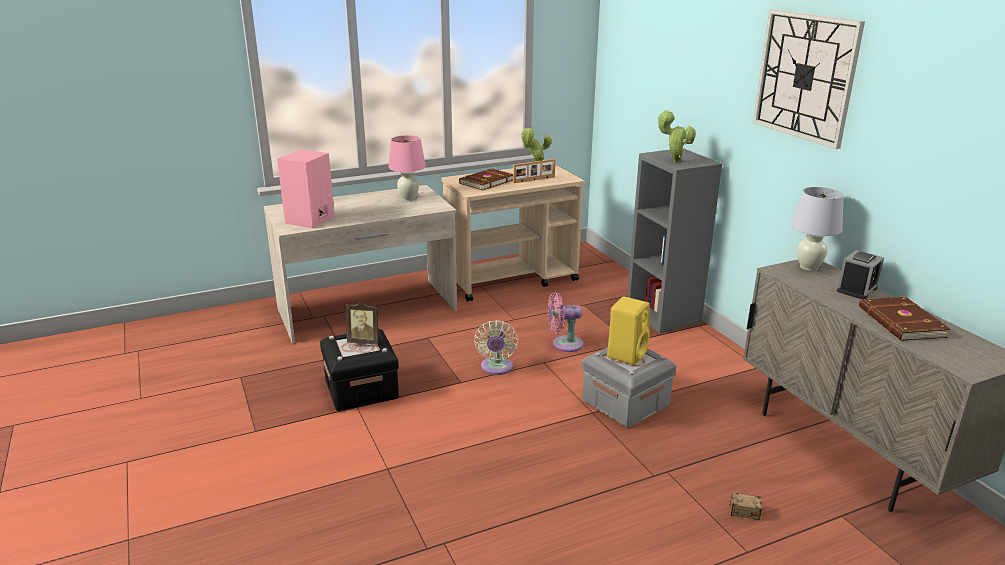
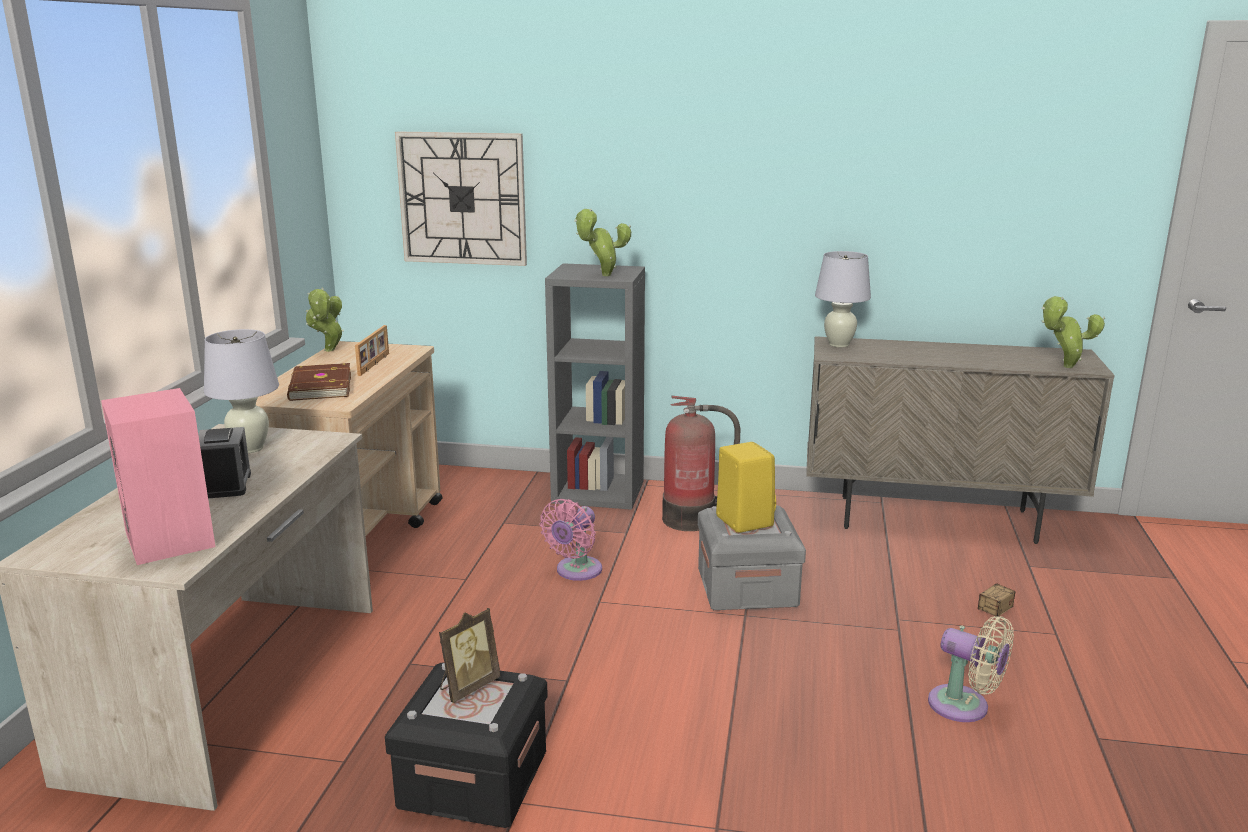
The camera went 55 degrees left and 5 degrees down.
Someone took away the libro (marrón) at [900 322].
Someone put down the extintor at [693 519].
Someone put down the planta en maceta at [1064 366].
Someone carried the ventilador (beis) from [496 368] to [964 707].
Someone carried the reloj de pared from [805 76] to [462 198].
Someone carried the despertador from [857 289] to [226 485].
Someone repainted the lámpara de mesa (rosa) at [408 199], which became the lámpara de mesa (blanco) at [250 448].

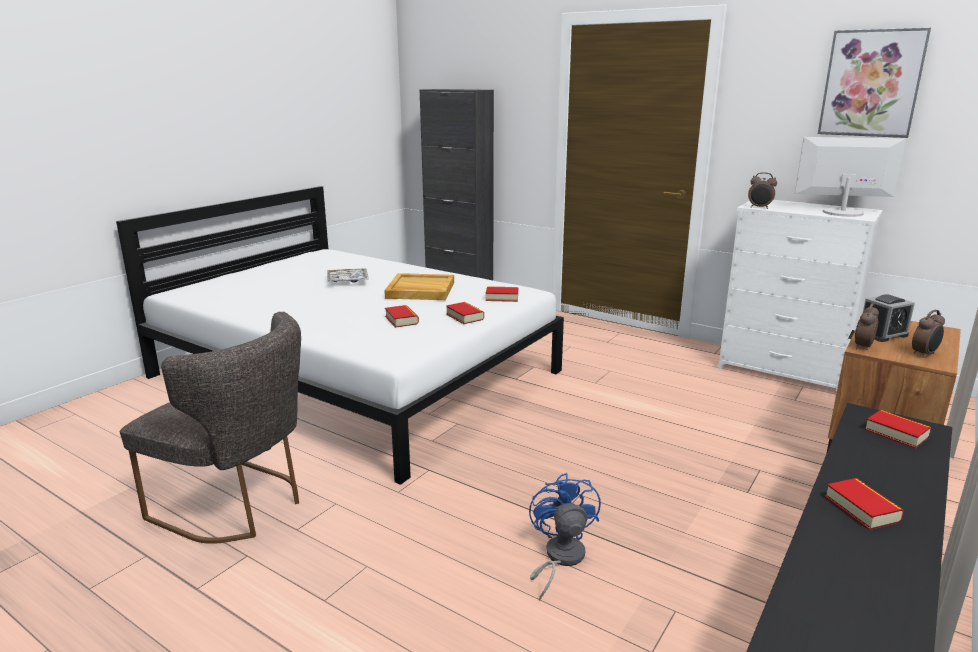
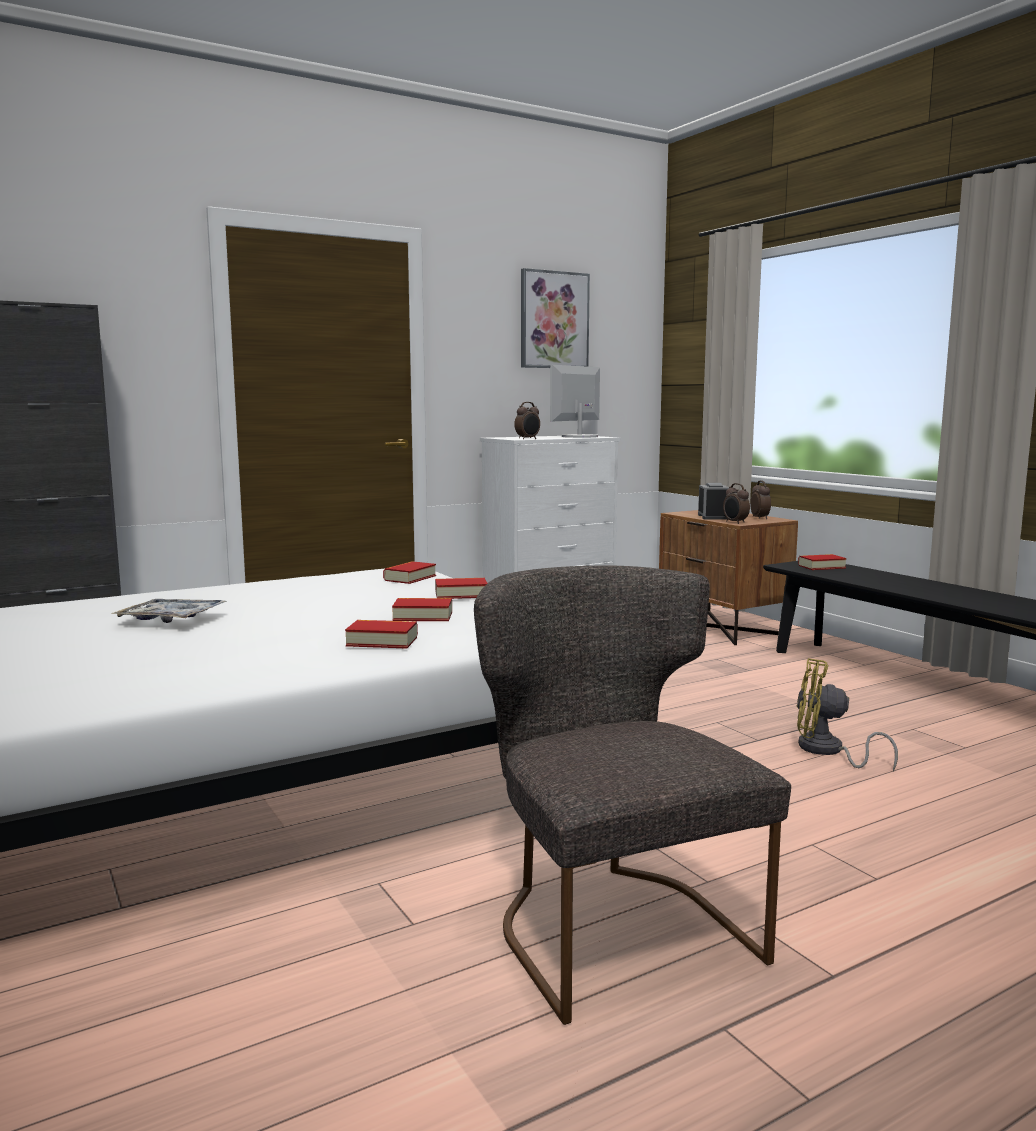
The camera went 65 degrees left and 10 degrees down.
Someone took away the bandeja (beis) at [420 290].
Someone carried the libro from [862 509] to [382 641].
Someone repainted the ventilador (azul) at [559 558], which became the ventilador (amarillo) at [827 751].
Someone rotated the silla (gris) at [239 505] by 75 degrees counterclockwise.

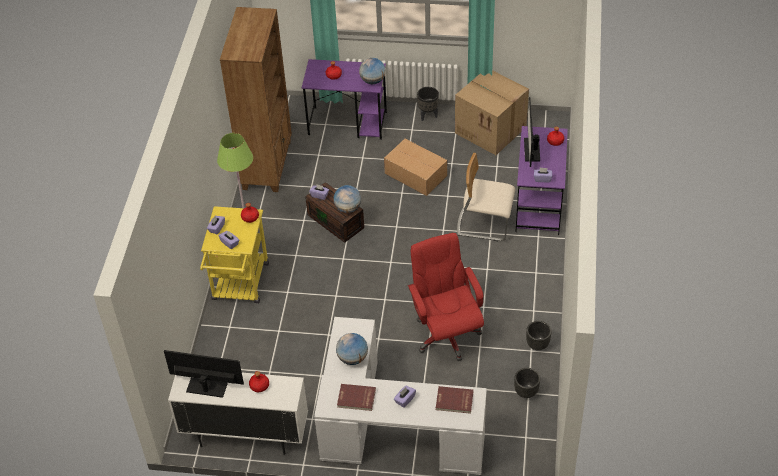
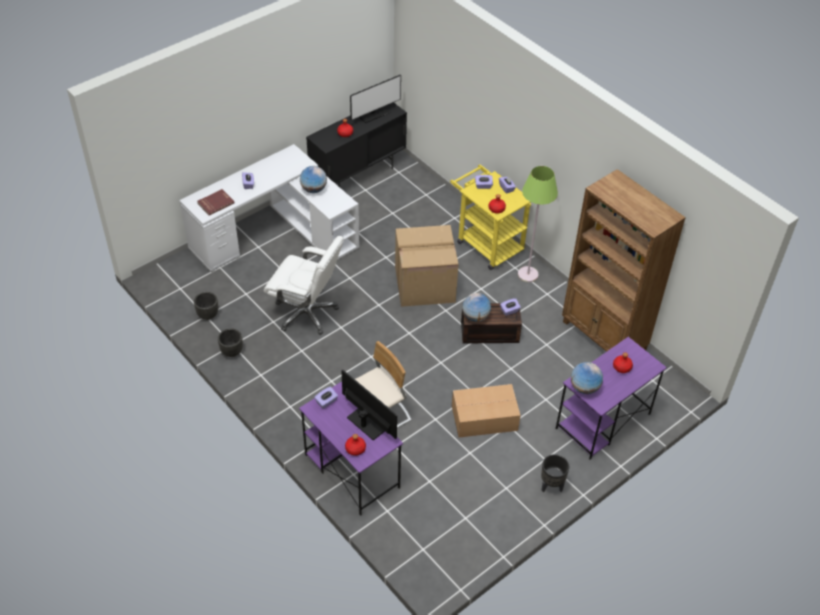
The camera went 130 degrees right and 0 degrees up.
Someone took away the libro (rojo) at [356 399].
Someone carried the caja de cartón from [491 130] to [424 285].
Someone repainted the armario (blanco) at [245 436], which became the armario (negro) at [358 175].
Someone repainted the silla de oficina (rojo) at [446 334], which became the silla de oficina (blanco) at [306 313].

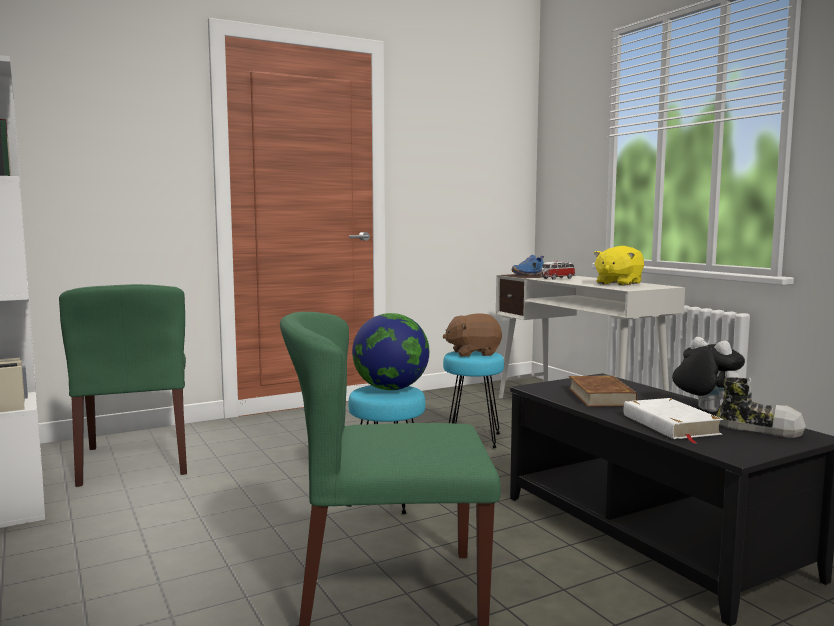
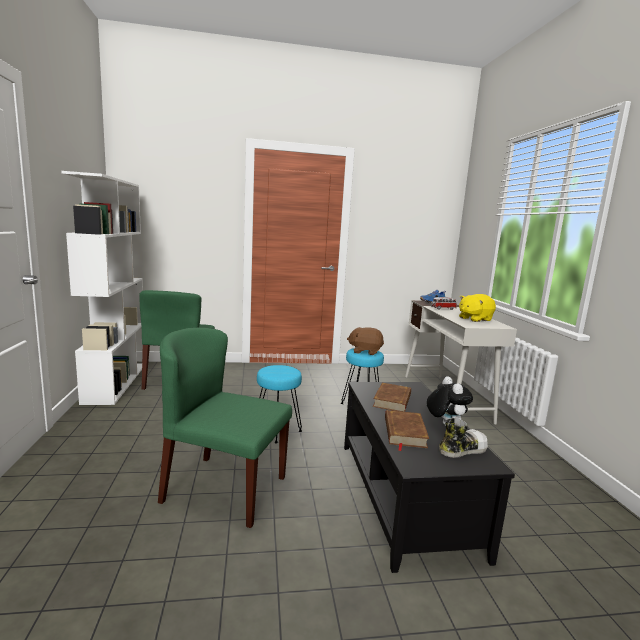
The camera went 20 degrees right and 5 degrees up.
Someone took away the globo terráqueo at [391 389].
Someone repainted the libro (blanco) at [670 425], which became the libro (marrón) at [404 432].
Someone rotated the zapato at [759 428] by 75 degrees counterclockwise.

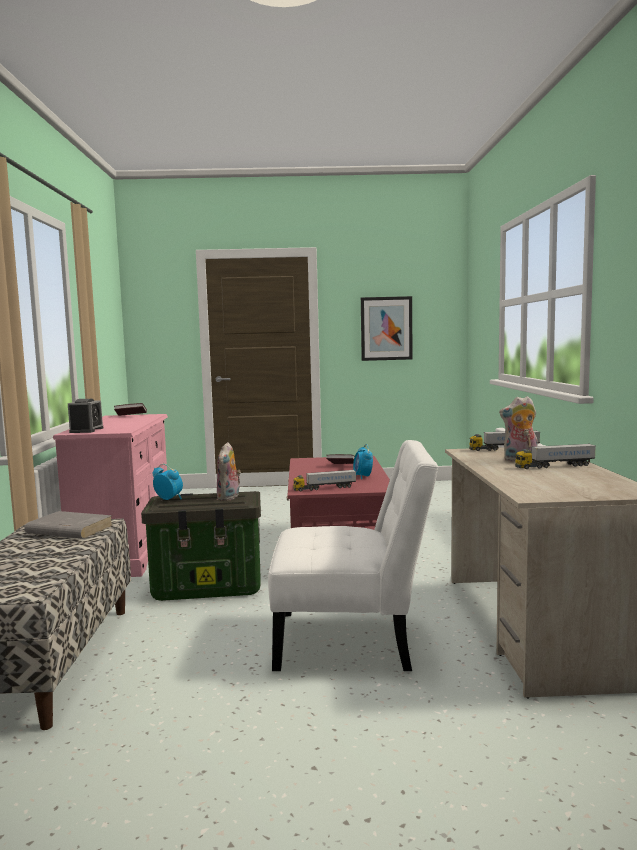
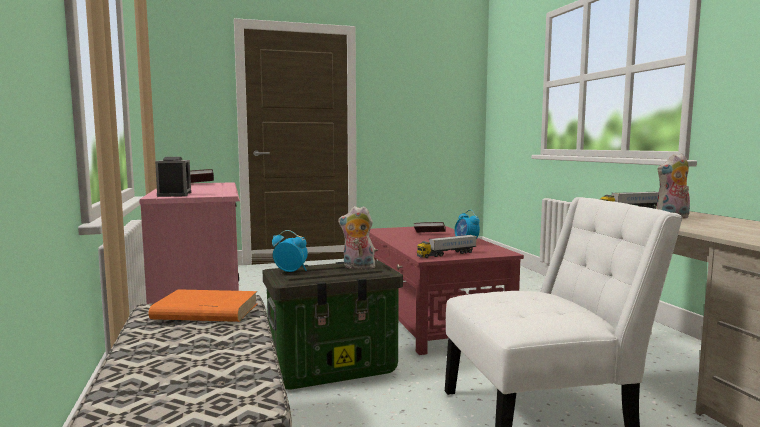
The camera went 15 degrees left and 0 degrees up.
Someone took away the cuadro at [386 328].
Someone took away the camión de juguete at [554 466].
Someone repainted the libro (gris) at [69 530], which became the libro (naranja) at [205 312].
Someone rotated the peluche at [229 498] by 105 degrees clockwise.

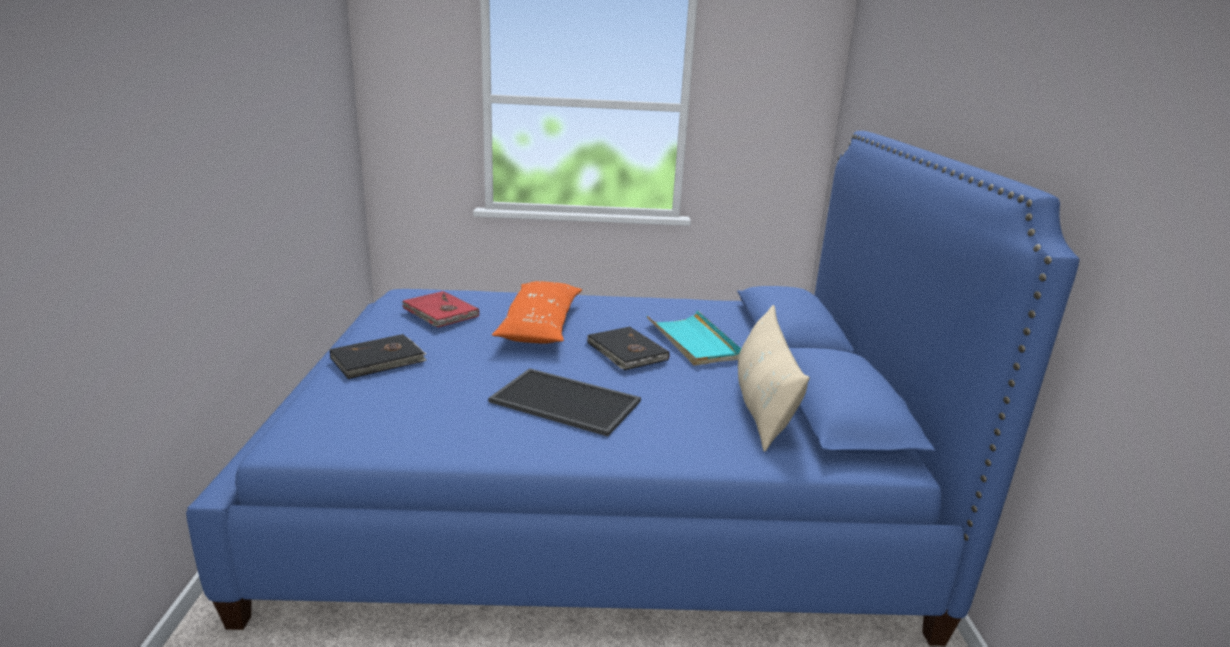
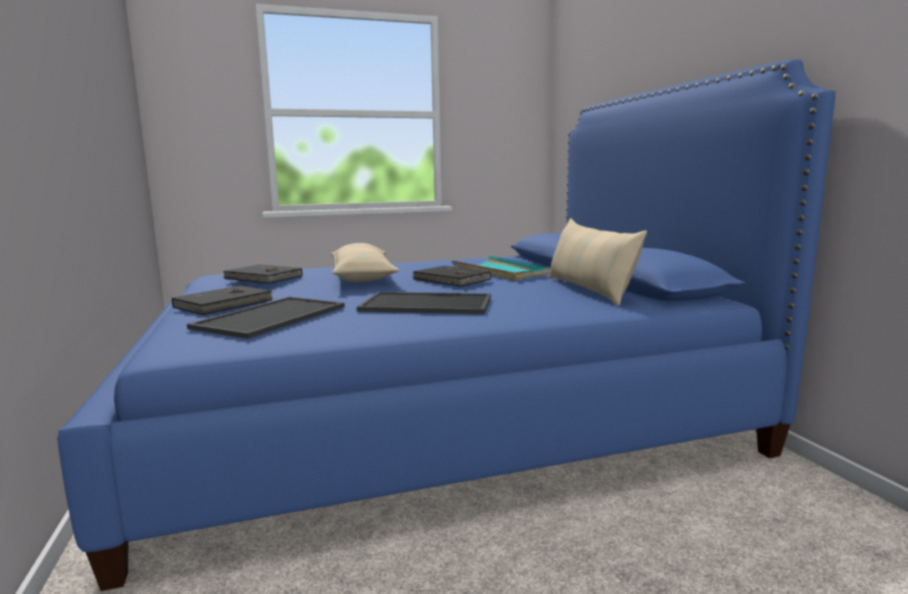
The camera went 15 degrees left and 10 degrees down.
Someone put down the bandeja at [272 317].
Someone repainted the libro (rojo) at [440 313], which became the libro (negro) at [263 277].
Someone repainted the cojín (naranja) at [540 326], which became the cojín (beis) at [362 276].

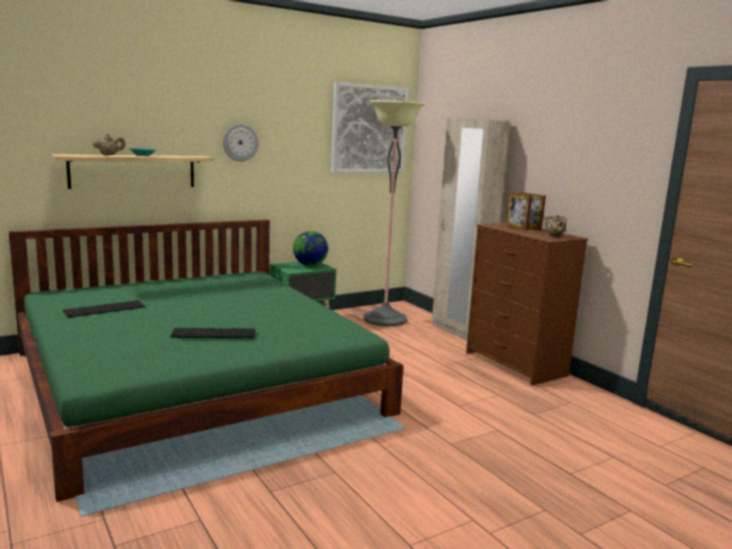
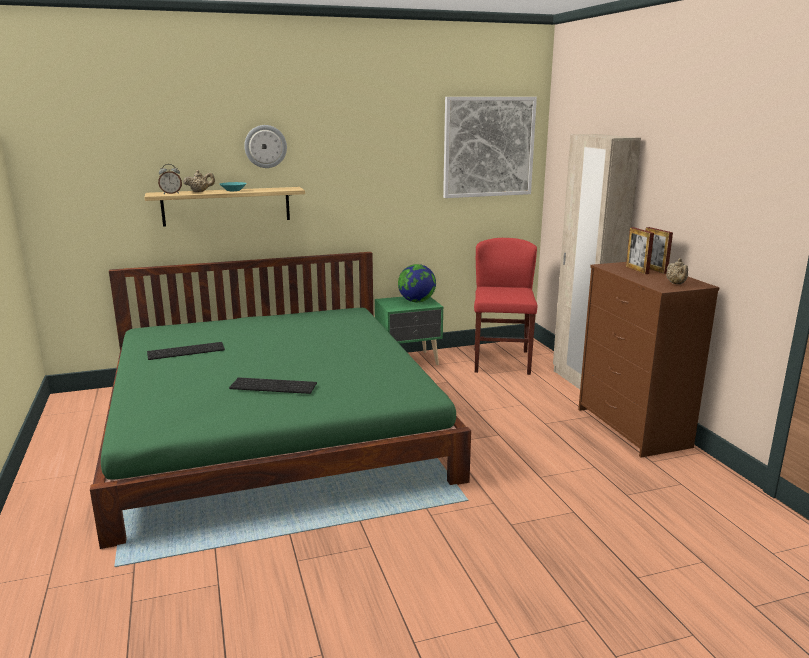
The camera went 15 degrees right and 5 degrees up.
Someone put down the despertador at [171 193].
Someone carried the reloj de pared from [240 142] to [265 146].
Someone swapped the lámpara de pie at [384 319] for the silla (rojo) at [501 361].

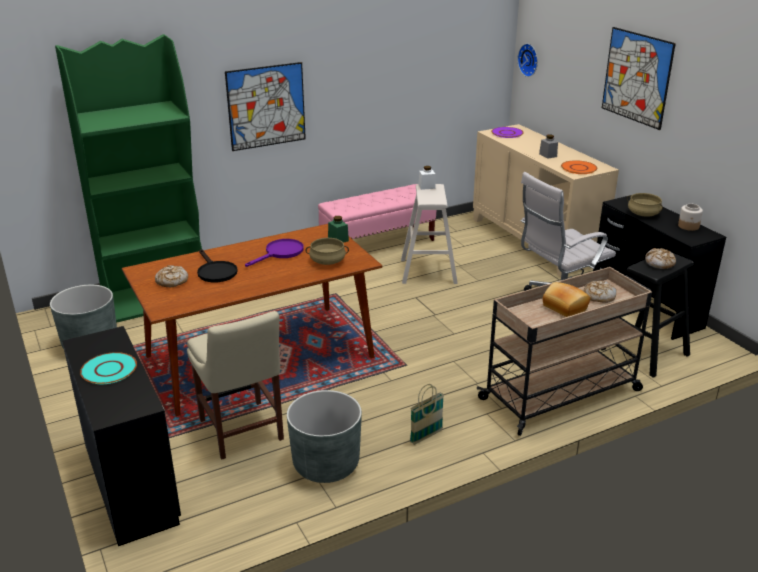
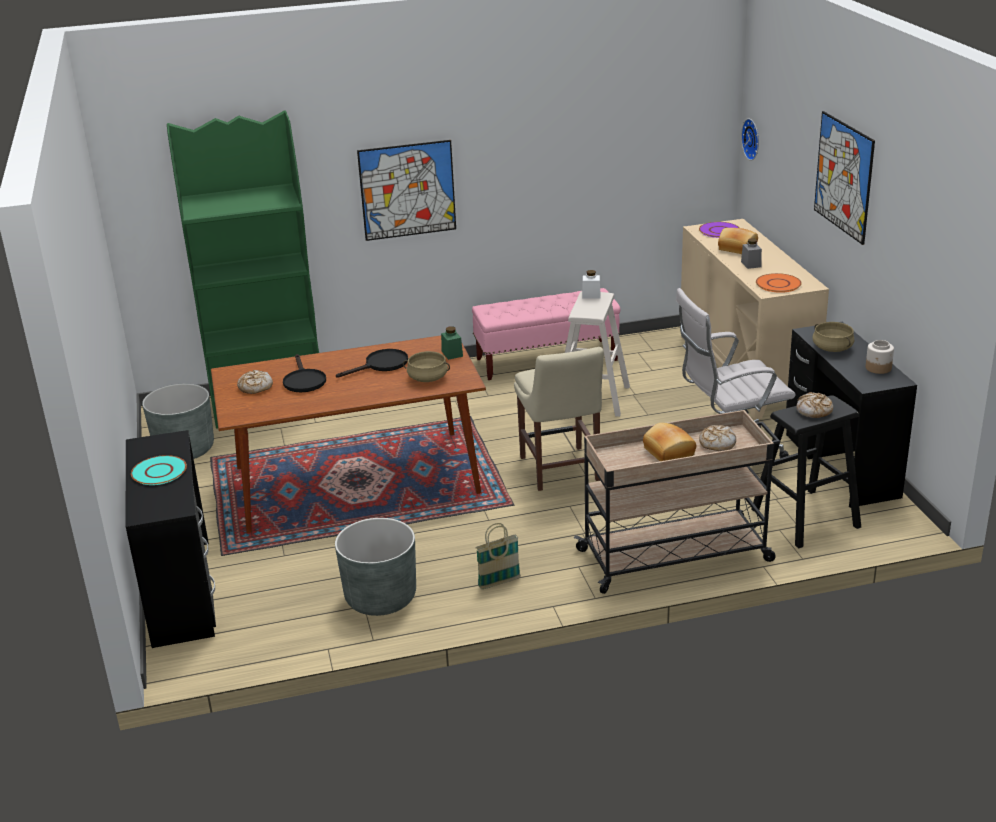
The camera went 15 degrees right and 0 degrees up.
Someone put down the pan at [737 249].
Someone carried the silla (beis) from [242 432] to [560 471].
Someone repainted the sartén (morado) at [280 253], which became the sartén (negro) at [381 365].

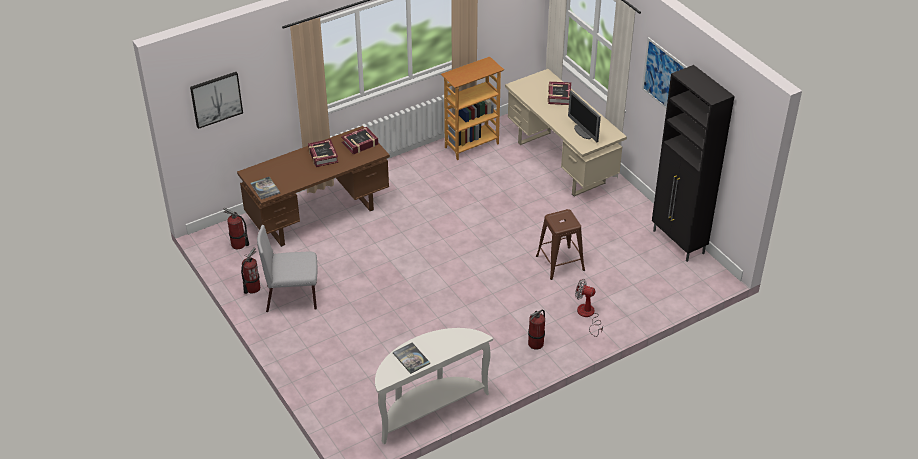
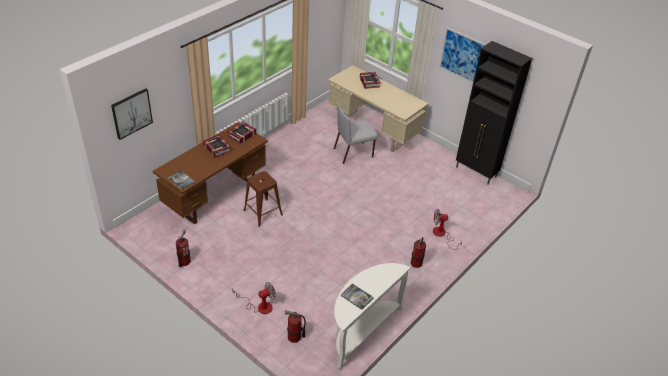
The camera went 20 degrees left and 0 degrees up.
Someone took away the estantería at [471 145].
Someone took away the monitor at [583 132].
Someone put down the ventilador at [259 306].
Someone carried the extintor from [238 244] to [294 337].
Someone carried the silla (gris) from [293 297] to [354 152].
Someone carried the taburete (marrón) from [560 263] to [262 212].

